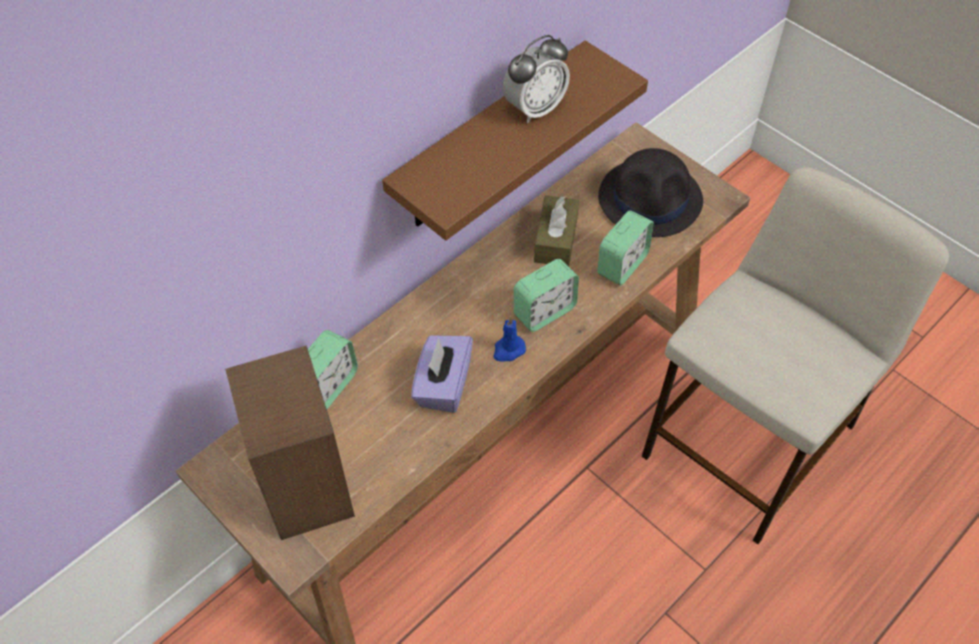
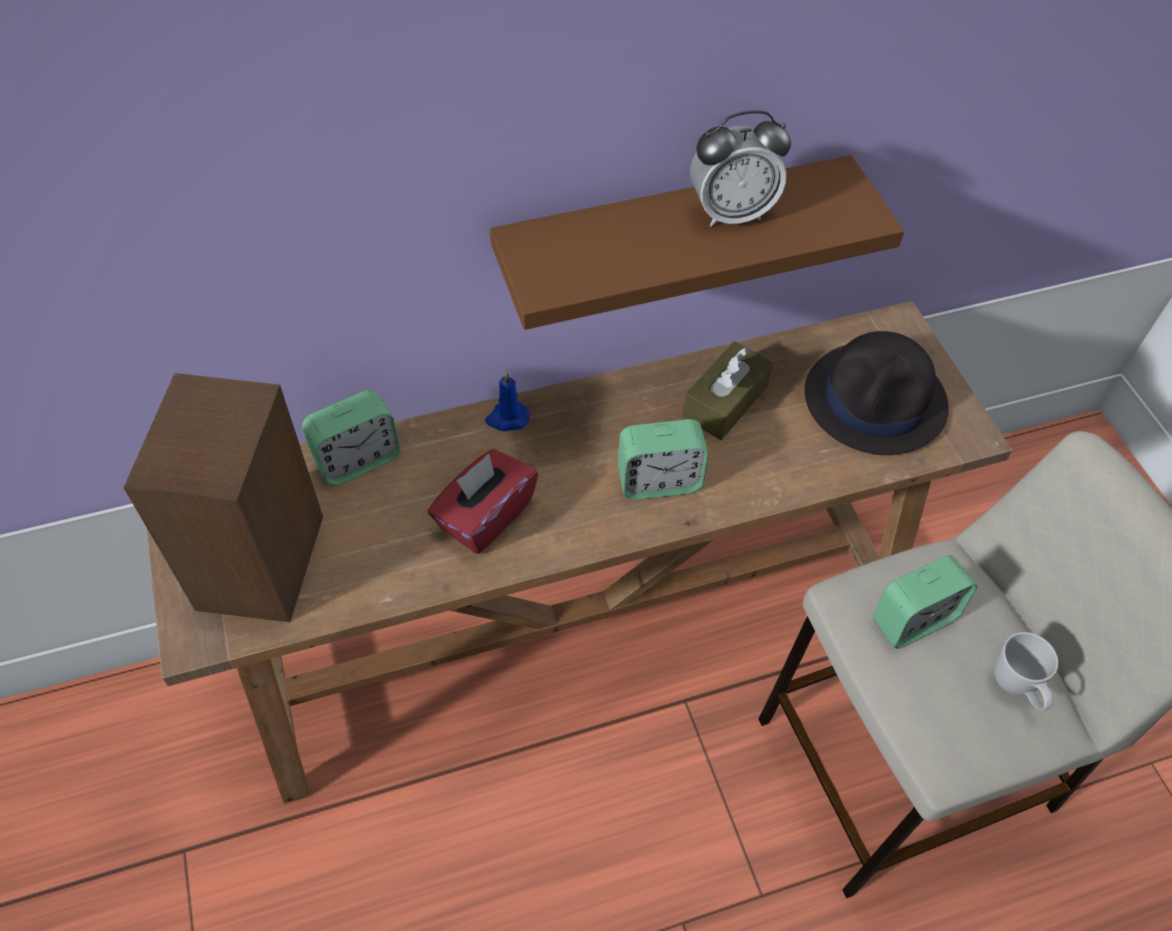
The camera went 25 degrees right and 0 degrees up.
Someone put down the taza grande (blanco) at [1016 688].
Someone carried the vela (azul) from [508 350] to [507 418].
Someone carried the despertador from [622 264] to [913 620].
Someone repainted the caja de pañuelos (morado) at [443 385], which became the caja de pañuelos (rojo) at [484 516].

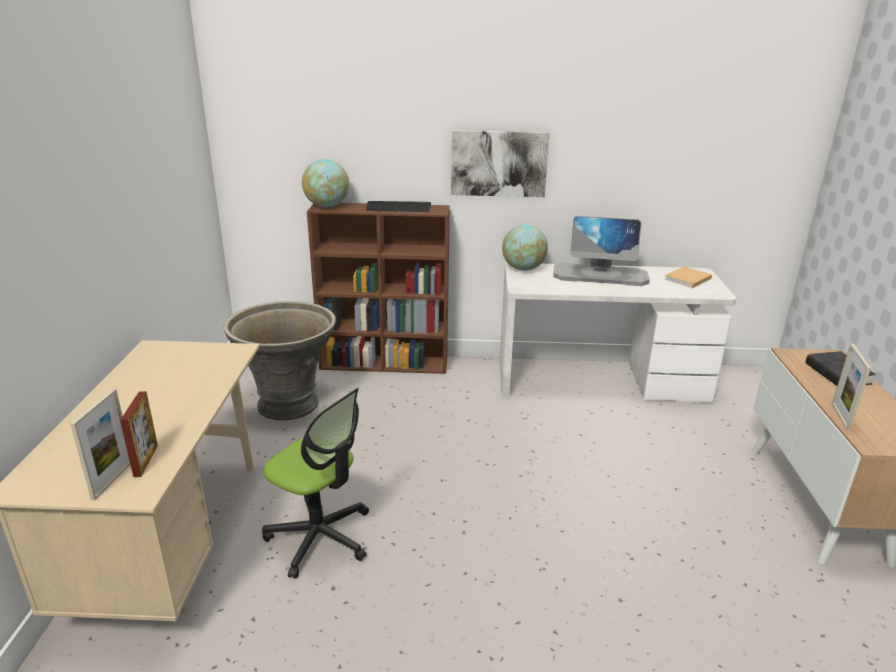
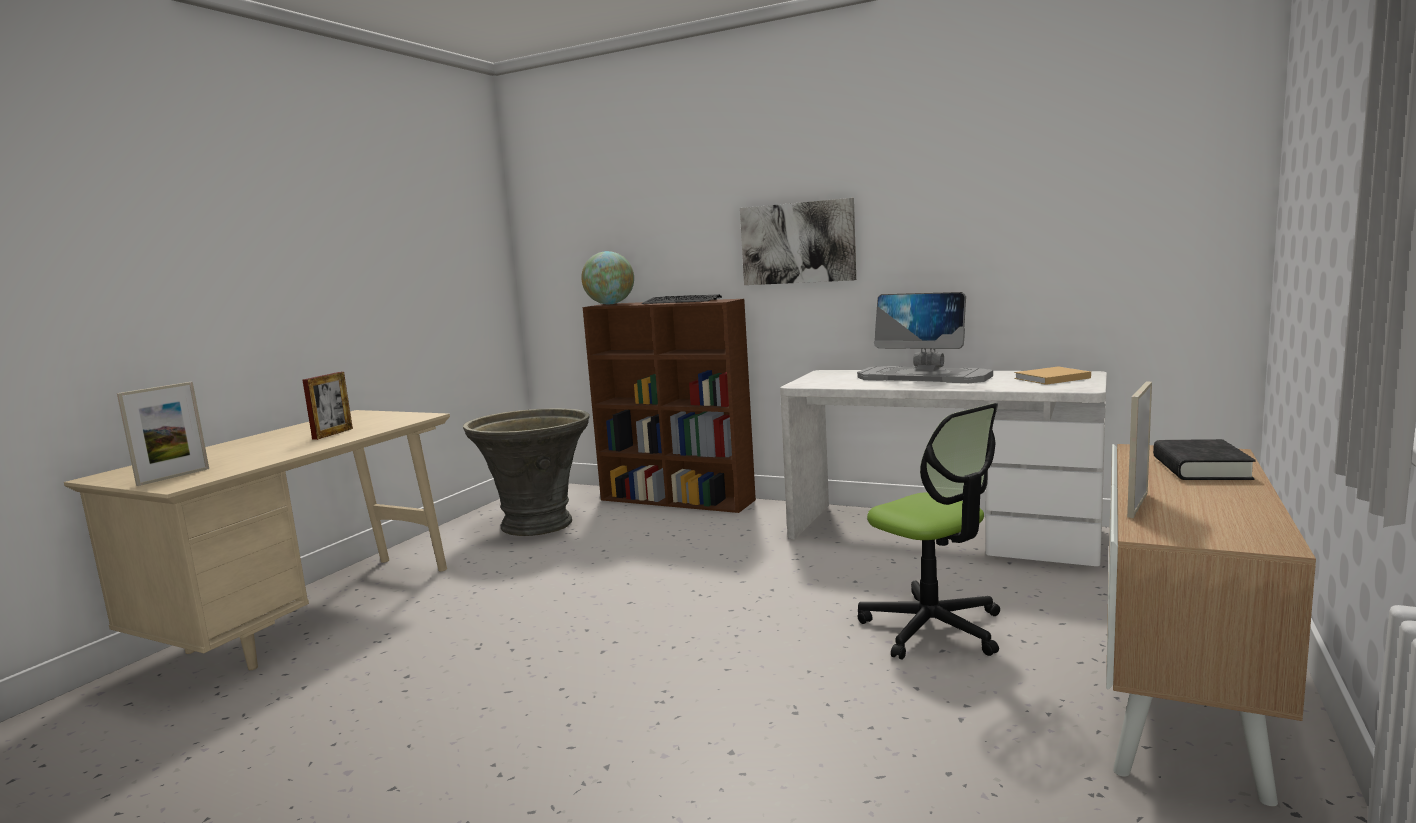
The camera went 25 degrees right and 15 degrees down.
Someone took away the globo terráqueo at [523 269].
Someone carried the portarretratos from [146 460] to [333 434].
Someone carried the silla de oficina from [320 537] to [933 628].

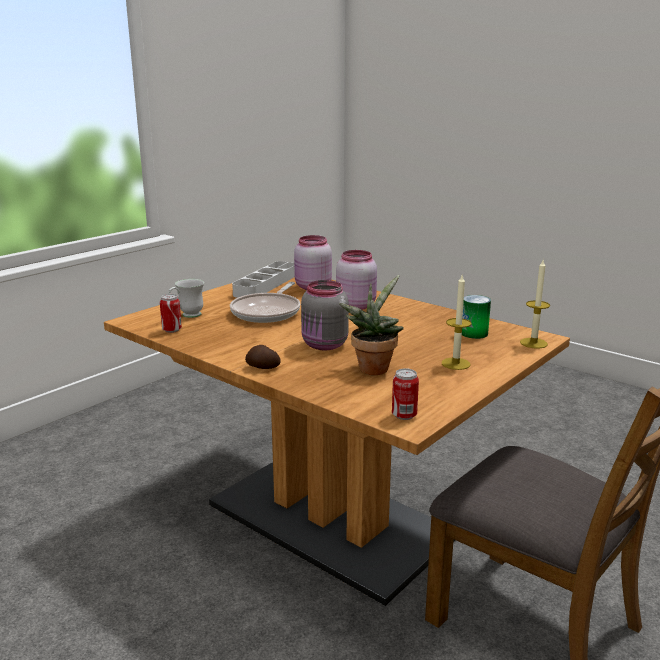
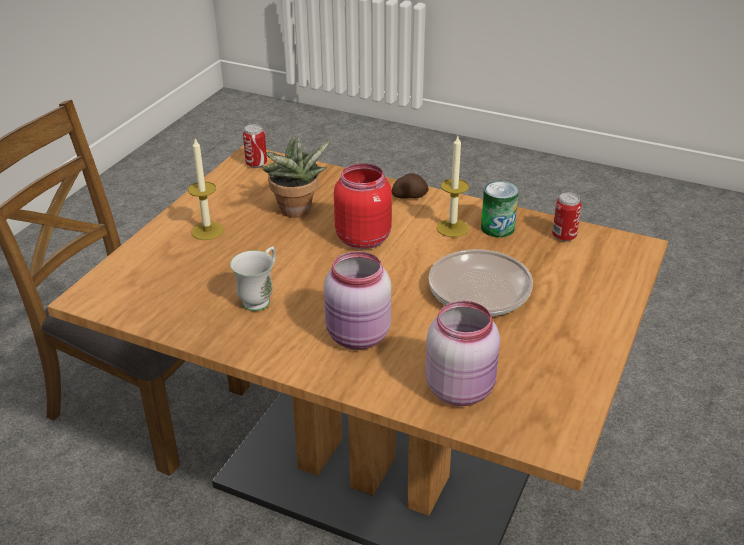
The camera went 165 degrees right and 15 degrees up.
Someone took away the bandeja (gris) at [265 285].
Someone carried the taza grande (blanco) from [187 316] to [260 298].
Someone carried the lata from [474 333] to [497 228].
Someone carried the vela from [533 343] to [452 228].
Someone repainted the tarro (gris) at [324 345], which became the tarro (rojo) at [363 238].

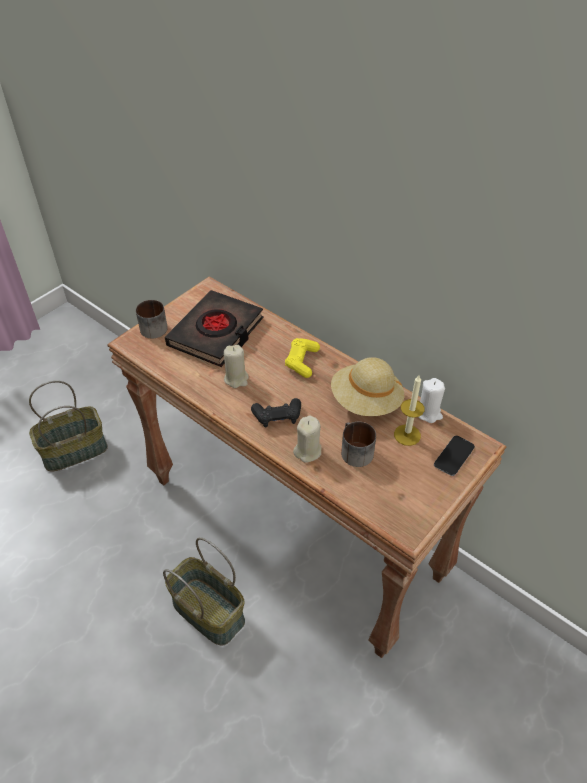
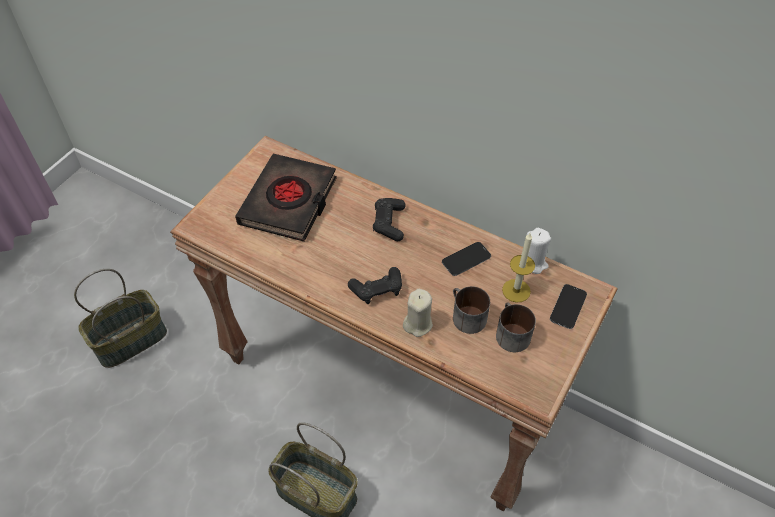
The camera went 10 degrees left and 5 degrees up.
Someone took away the vela (beis) at [236 379].
Someone carried the taza grande from [153 326] to [510 333].
Someone swapped the sombrero (beis) at [366 401] for the móvil at [466 259].
Someone repainted the mando de consola (amarillo) at [302 361], which became the mando de consola (negro) at [389 223].

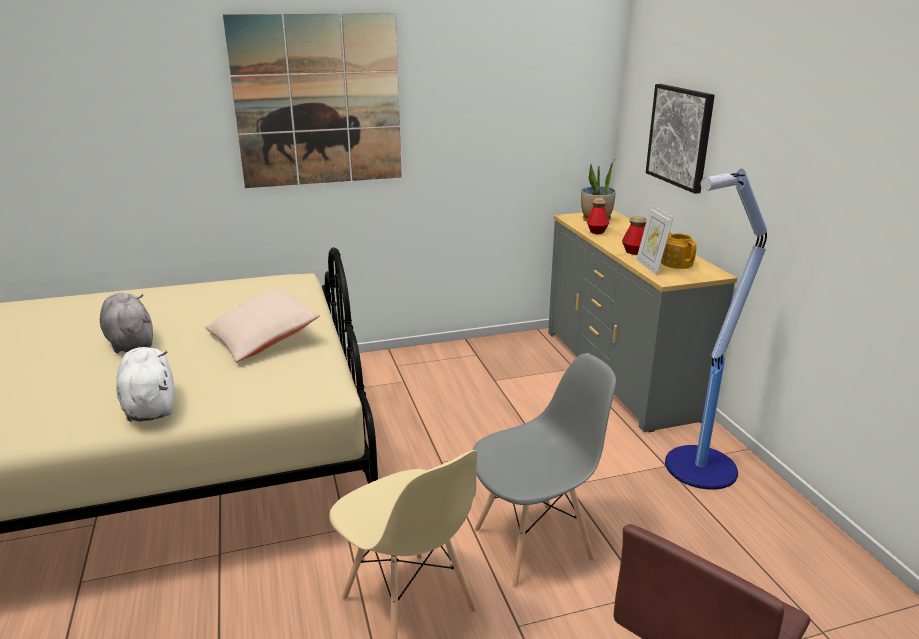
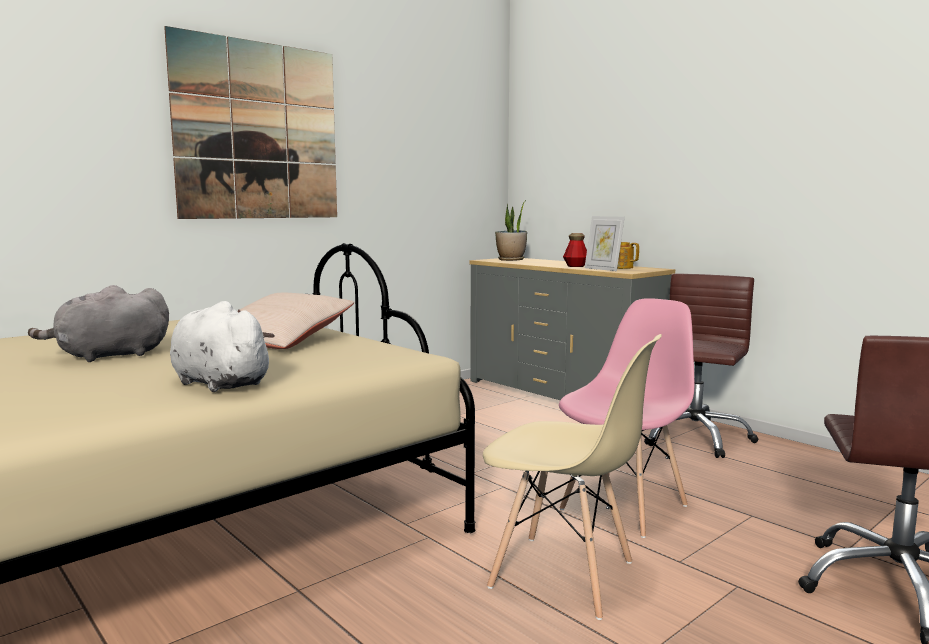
The camera went 25 degrees left and 15 degrees down.
Someone took away the botella at [597 231].
Someone took away the cuadro at [680 136].
Someone swapped the lámpara de pie at [699 468] for the silla de oficina (marrón) at [693 437].
Someone repainted the silla (gris) at [534 544], which became the silla (rosa) at [624 507].
Someone rotated the peluche (gris) at [130 342] by 60 degrees counterclockwise.

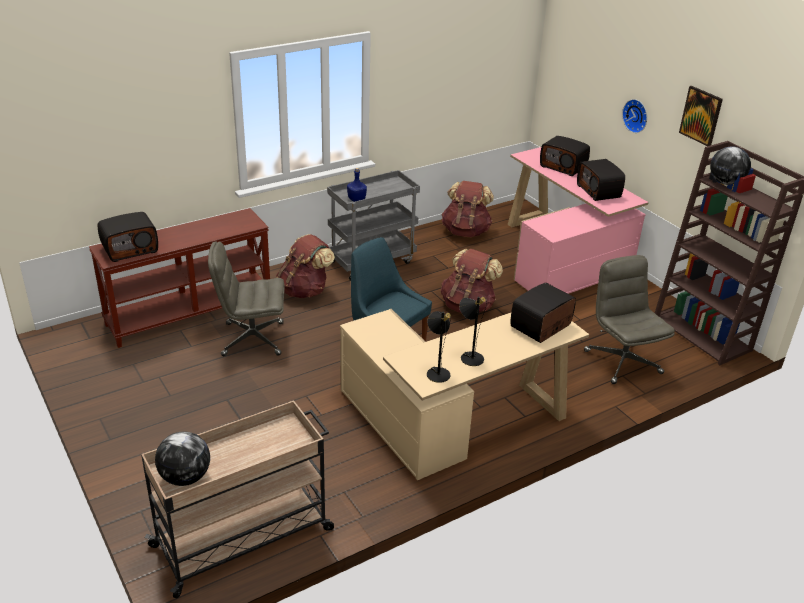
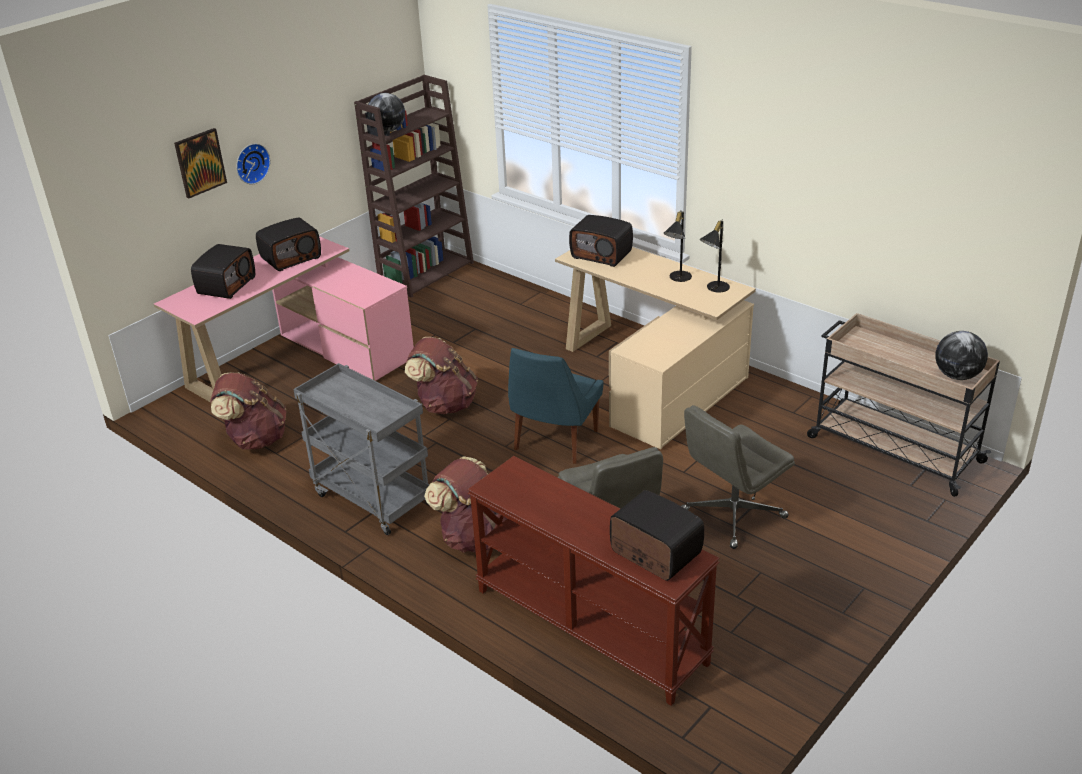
The camera went 105 degrees left and 0 degrees up.
Someone took away the botella (azul) at [357 199].
Someone carried the silla de oficina (gris) from [622 361] to [732 515].
Someone carried the cuadro from [701 116] to [200 162].

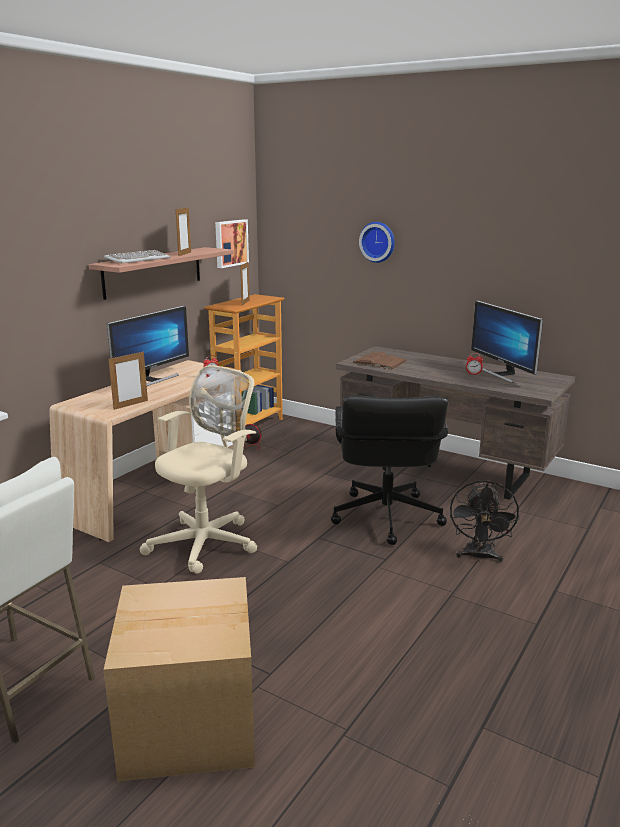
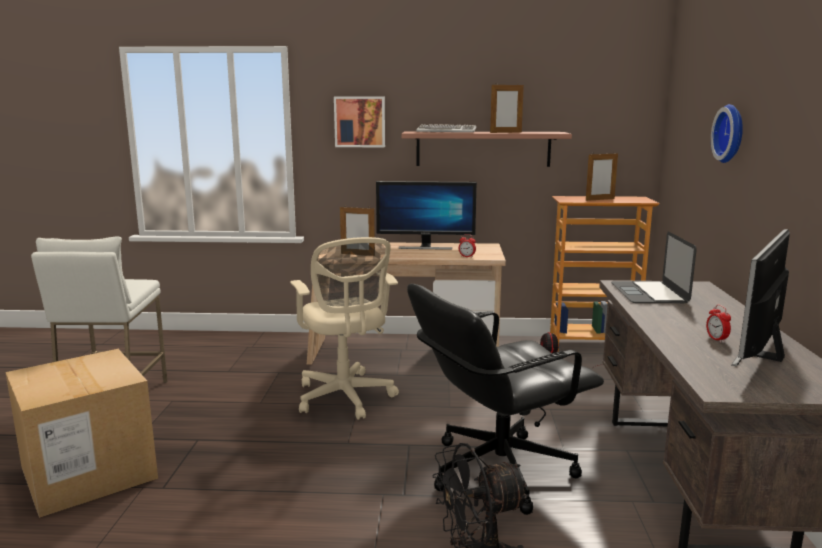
The camera went 60 degrees right and 5 degrees down.
Someone carried the cuadro from [230 243] to [360 121].
Someone swapped the libro (marrón) at [379 362] for the portátil at [649 293].
Someone rotated the silla de oficina (beis) at [207 542] by 60 degrees clockwise.

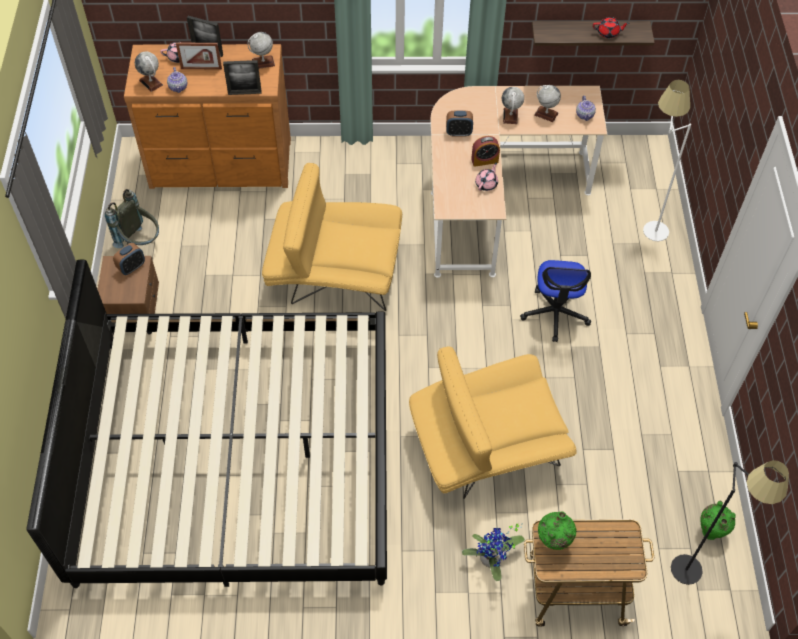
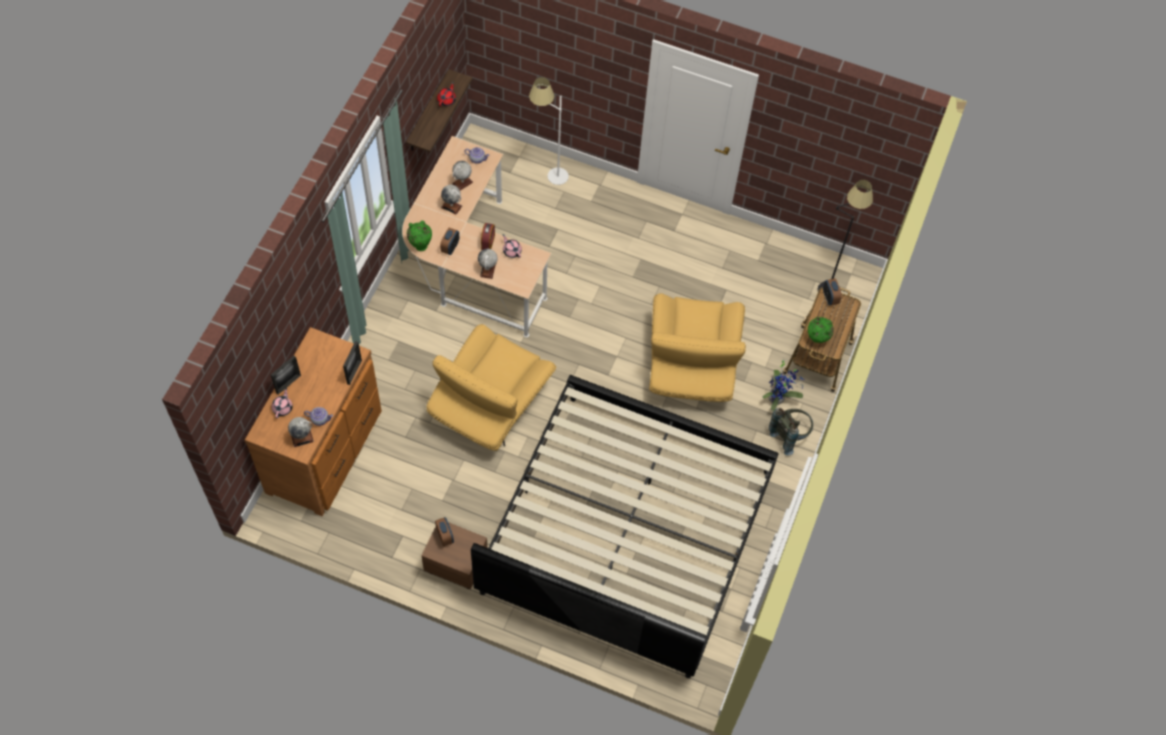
The camera went 70 degrees left and 5 degrees up.
Someone took away the portarretratos at [201 68].
Someone took away the silla de oficina at [555 314].
Someone put down the despertador at [829 298].
Someone carried the mochila (gris) from [140 242] to [789 435].
Someone carried the globo terráqueo from [263 63] to [488 270].
Someone carried the florero (verde) from [711 531] to [420 245].

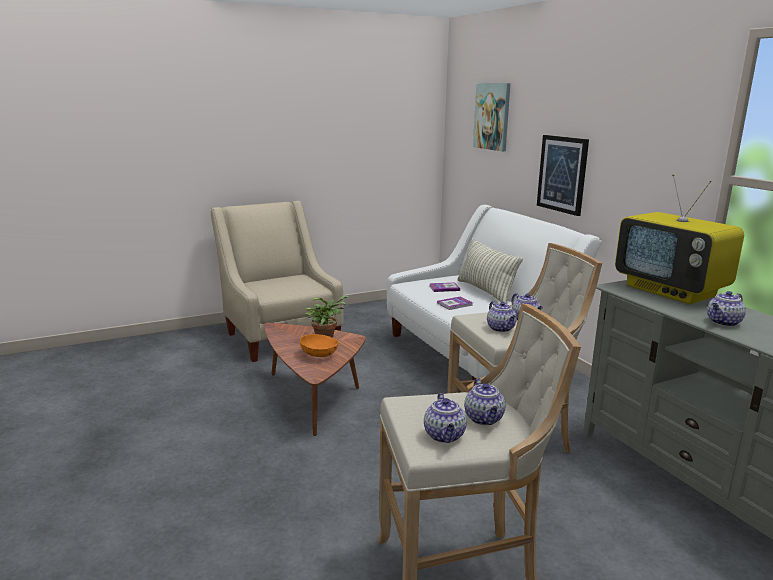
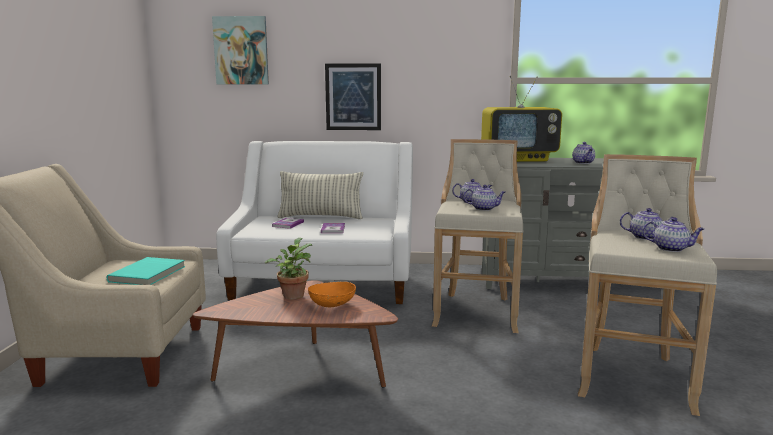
The camera went 60 degrees left and 5 degrees down.
Someone put down the libro (turquesa) at [149 274].

